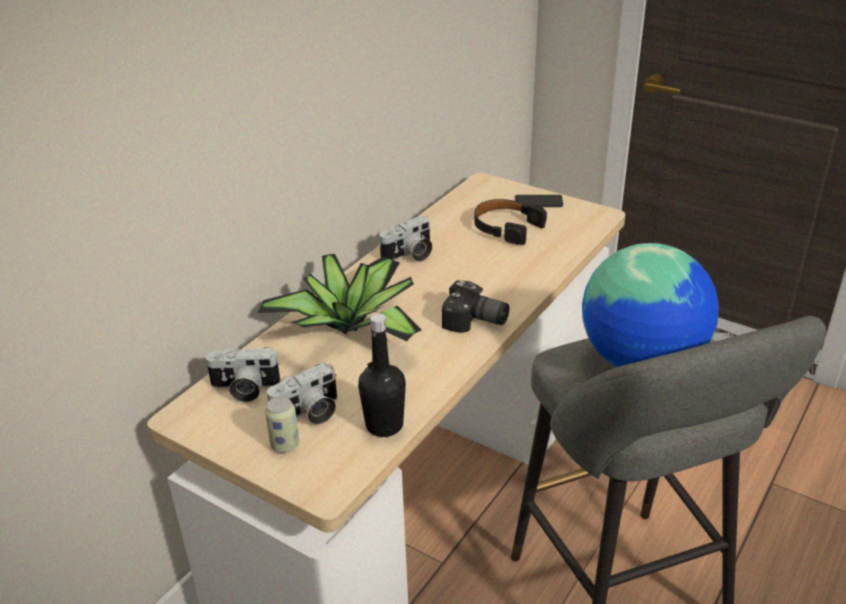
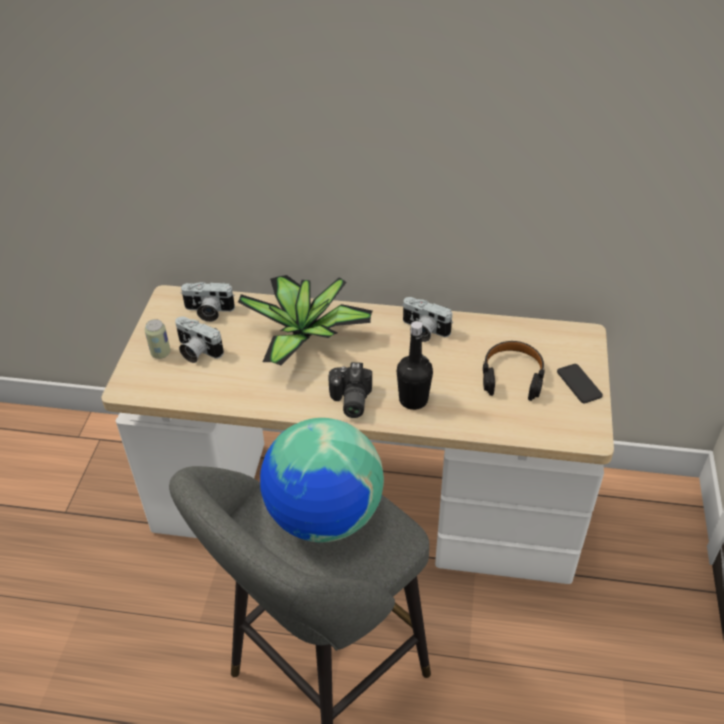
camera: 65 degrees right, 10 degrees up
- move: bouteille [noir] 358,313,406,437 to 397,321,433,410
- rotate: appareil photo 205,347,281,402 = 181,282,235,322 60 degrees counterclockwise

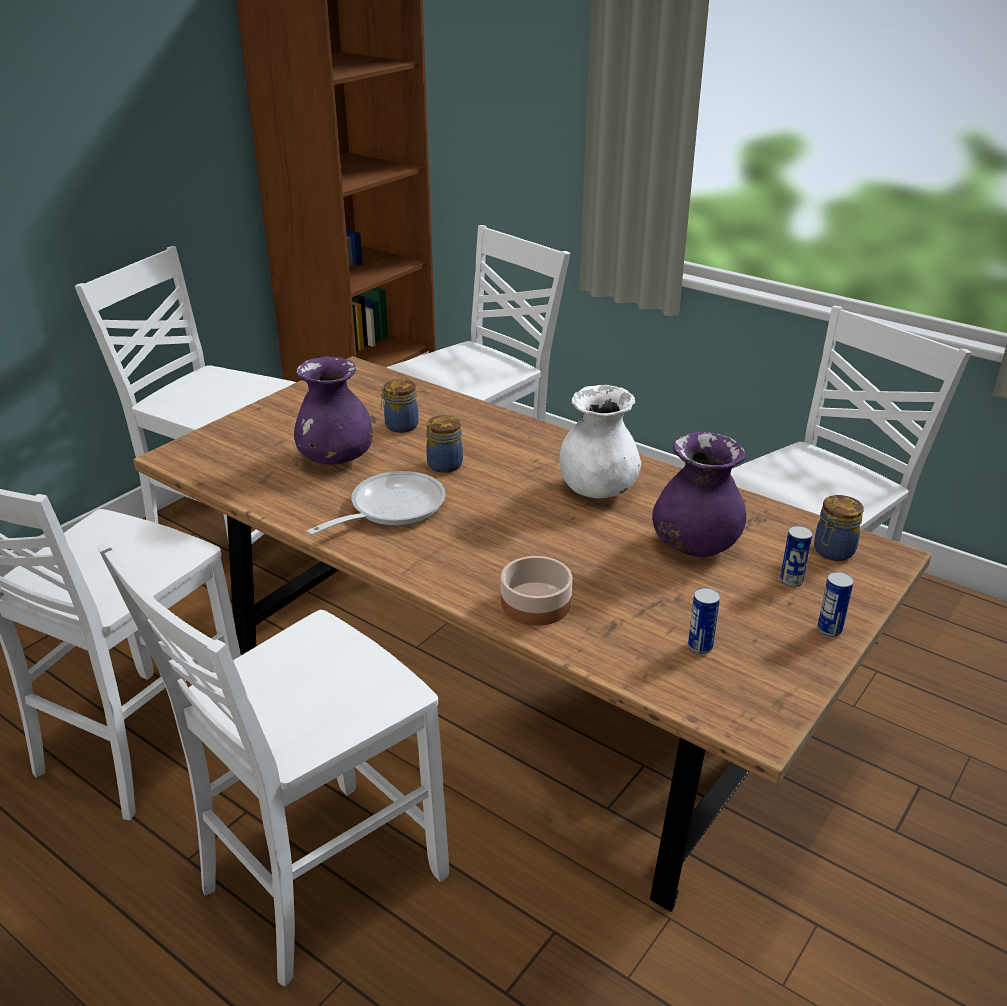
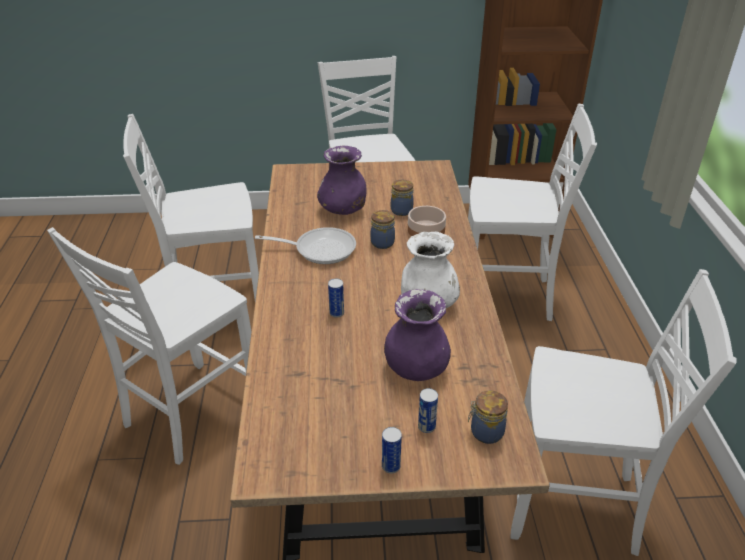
camera: 50 degrees right, 5 degrees up
- move: bol 501,556,572,626 to 408,206,446,236
- move: boîte métallique 688,588,720,654 to 328,278,344,318
- rotate: chaise [blanc] 98,542,449,986 = 47,227,252,465 60 degrees counterclockwise

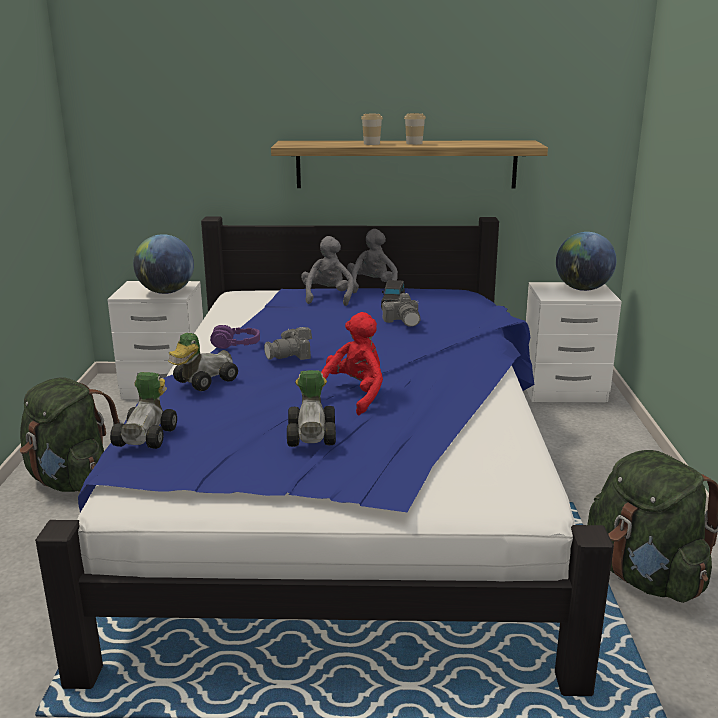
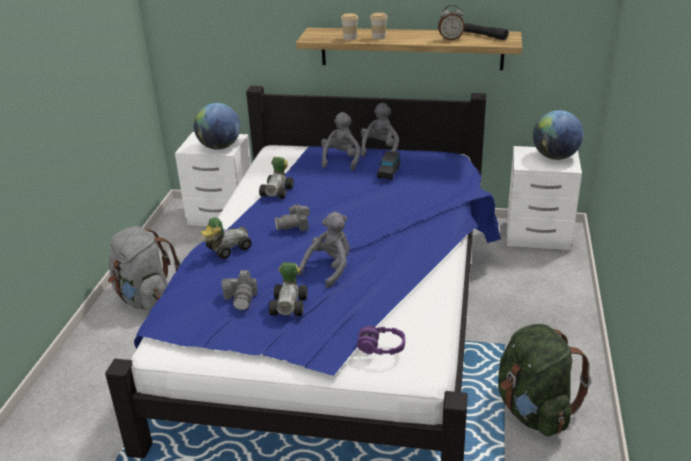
camera: 10 degrees right, 10 degrees up
- insert: réveil 438,5,465,40
- insert: lampe de poche [noir] 464,23,509,40
- move: petite voiture 110,372,177,449 to 259,157,294,199
- move: casque audio [violet] 210,325,260,349 to 357,325,405,355
- move: appareil photo 382,293,421,327 to 222,270,257,310
- move: tasse 404,113,426,145 to 341,13,358,40
- recolor: sac à dos [vert] 20,377,123,492 to sac à dos [gris] 108,226,181,311
- recolor: peluche [rouge] 321,312,383,415 to peluche [gris] 298,212,350,288

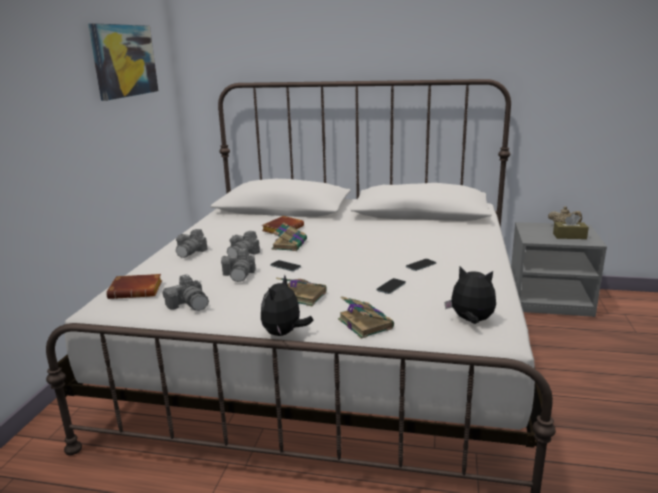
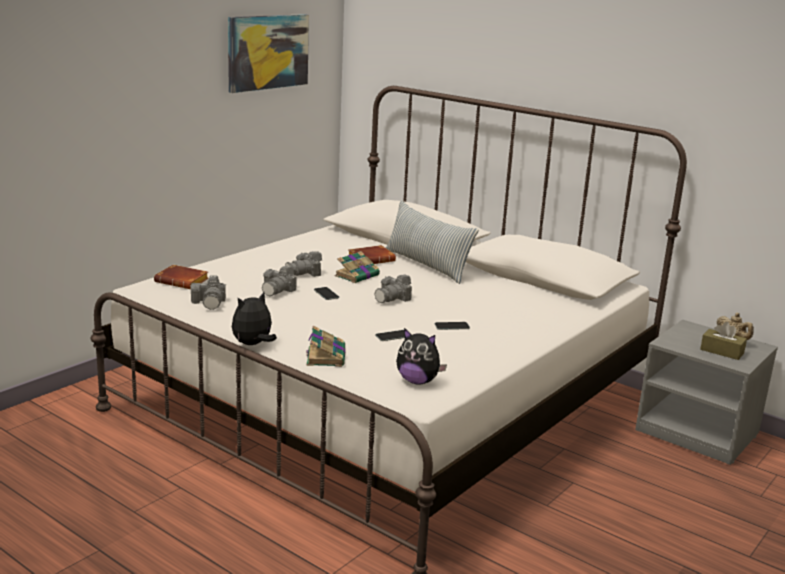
camera: 25 degrees right, 0 degrees up
- delete: livre 276,277,327,306
- insert: coussin 386,201,479,284
- move: appareil photo 176,229,208,258 to 374,274,412,303
- rotate: peluche 444,266,496,324 = 396,328,447,384 150 degrees clockwise

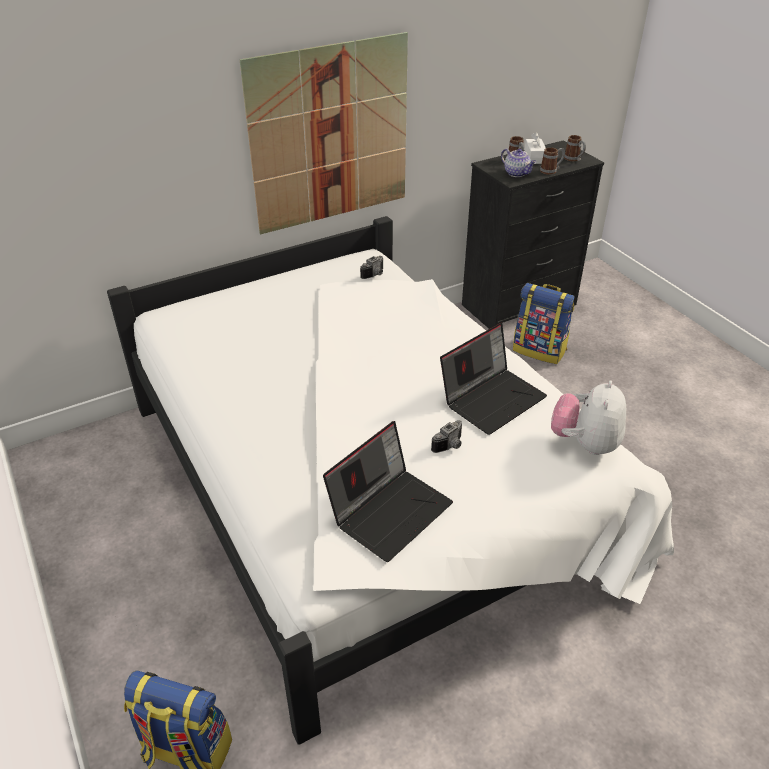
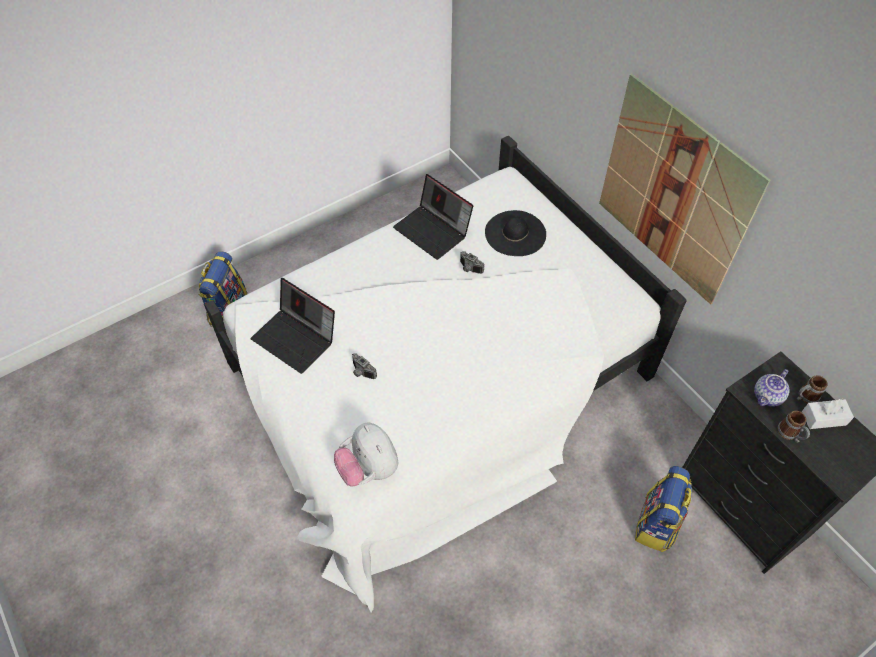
camera: 85 degrees right, 15 degrees up
- delete: mug 564,135,586,161
- insert: chapeau [noir] 485,210,546,256
- move: appareil photo 360,256,383,279 to 460,251,485,274
- move: ordinateur portable 440,323,547,435 to 393,174,473,260
- rotate: peluche 551,380,626,455 = 334,423,398,487 135 degrees counterclockwise

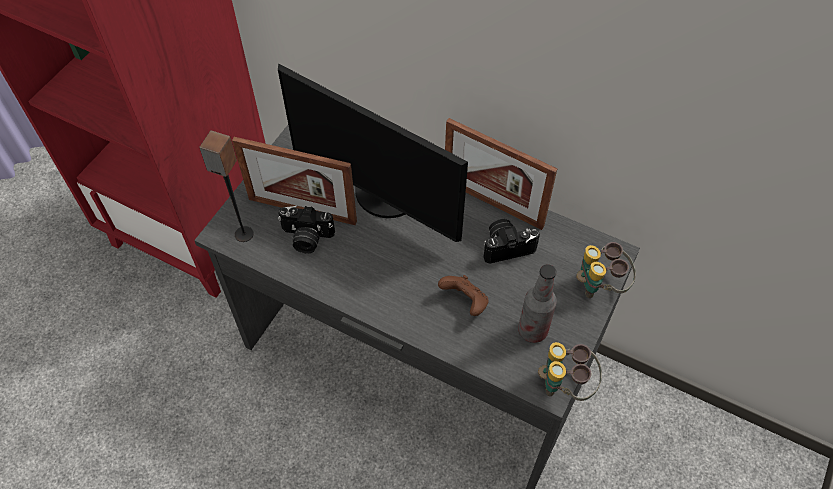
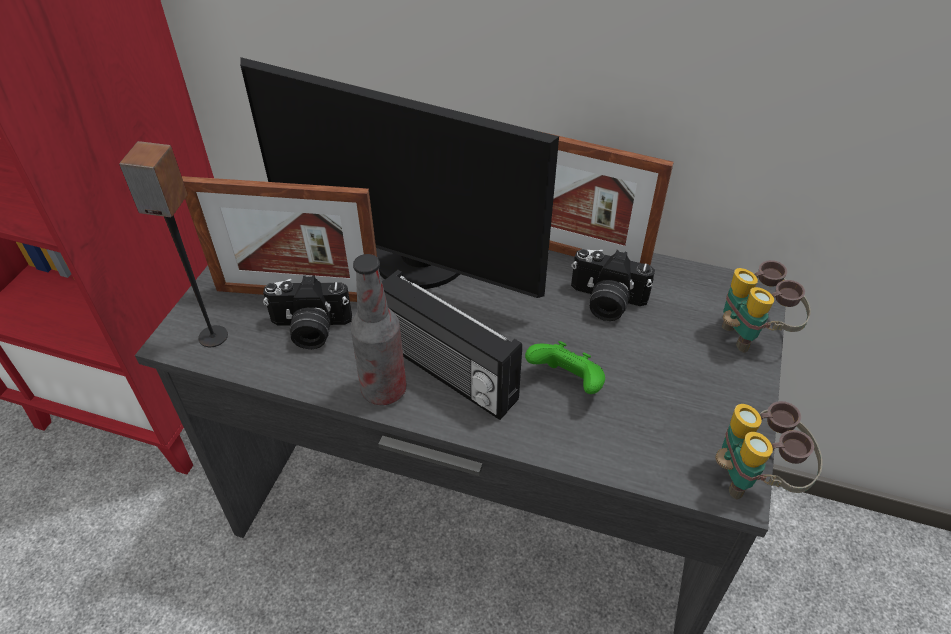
camera: 10 degrees left, 10 degrees down
- insert: radio 382,270,522,420
- move: bouteille 518,264,557,343 to 351,254,407,405
- recolor: manette [marron] 438,275,489,316 to manette [vert] 525,341,605,394
- rotate: appareil photo 483,219,540,264 = 571,249,655,321 135 degrees counterclockwise

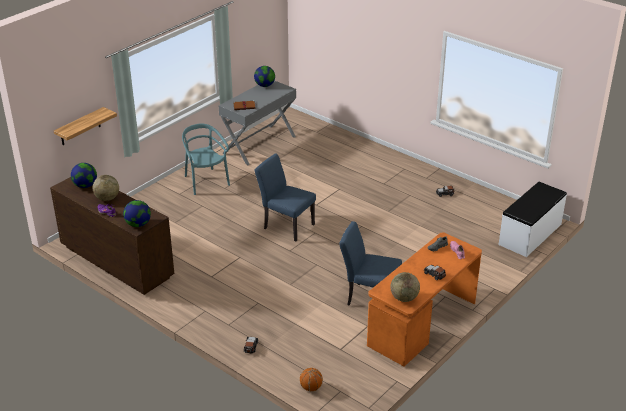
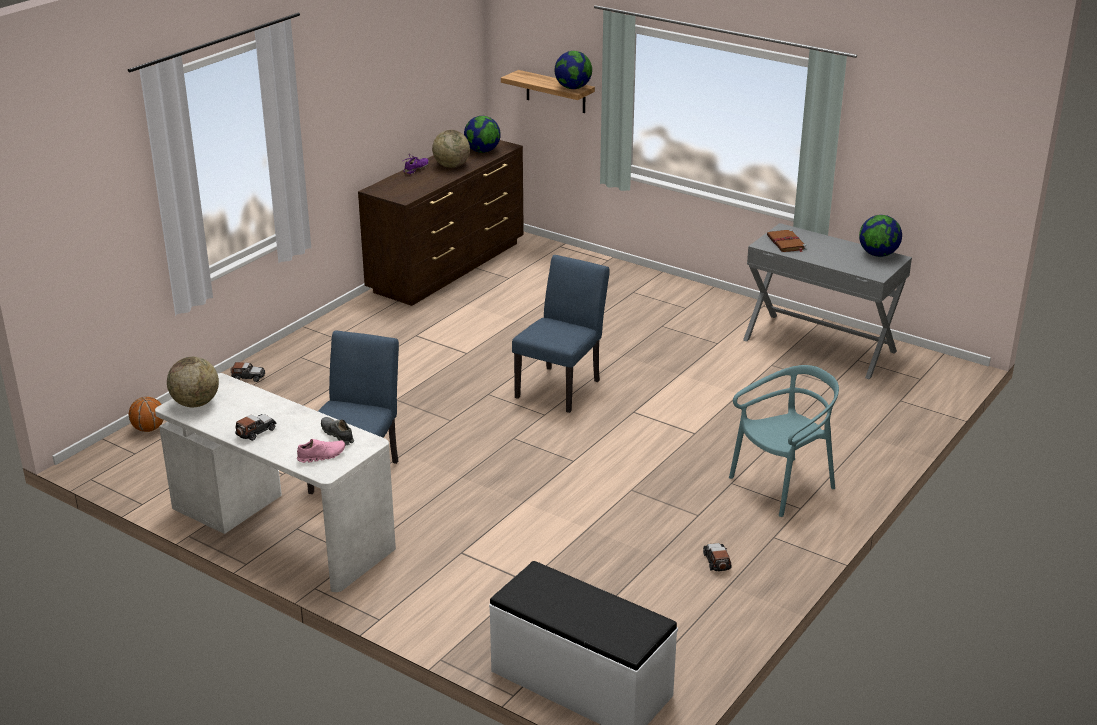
camera: 85 degrees right, 5 degrees down
- move: globe 123,200,151,227 to 555,51,592,89
- move: chaise [turquoise] 182,123,230,195 to 729,365,839,517
- recolor: bureau [orange] 367,232,482,367 to bureau [blanc] 155,373,396,592

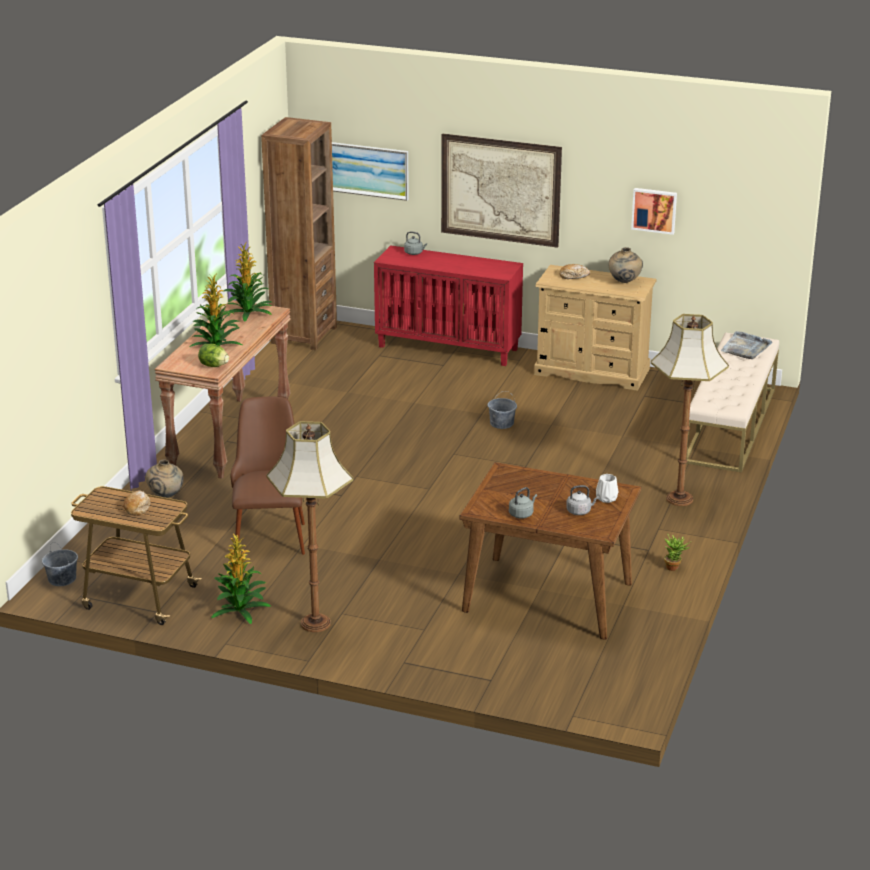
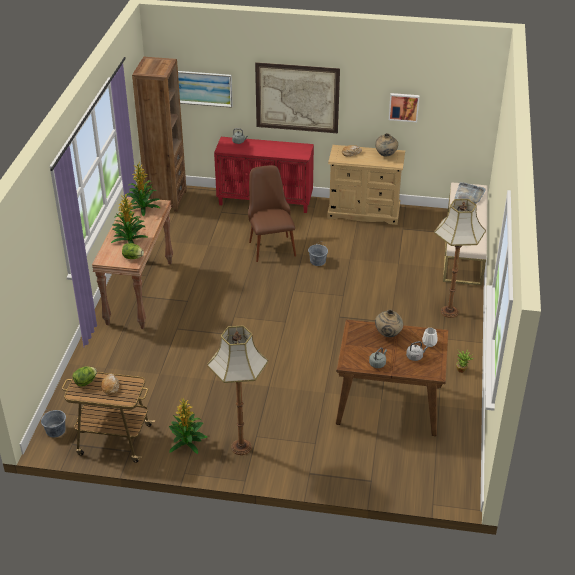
camera: 10 degrees left, 10 degrees up
- insert: laitue 73,367,97,387
- move: vase [beige] 145,459,184,498 to 375,310,403,337
- move: chaise [marron] 231,397,305,555 to 248,165,296,262

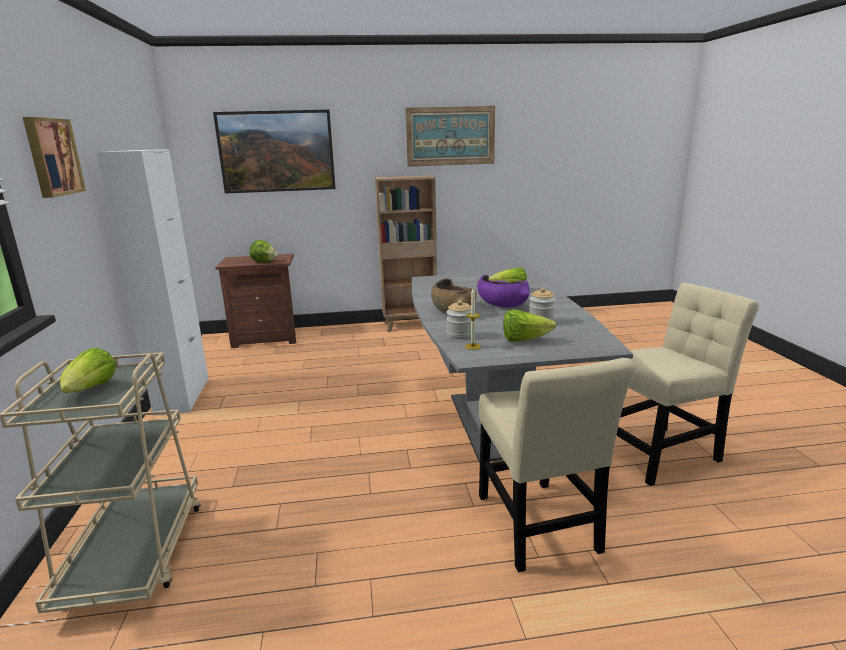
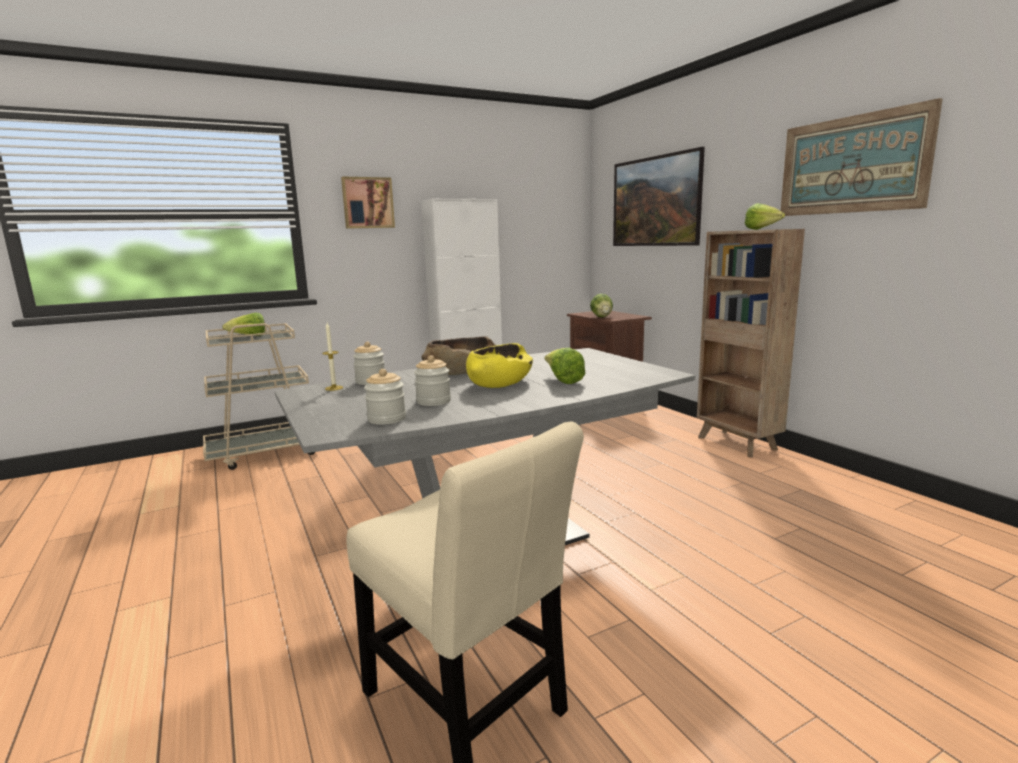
camera: 70 degrees right, 5 degrees down
- delete: chaise [beige] 479,358,634,572
- insert: bocal 364,369,406,425
- move: laitue 503,309,556,342 to 745,203,785,230
- recolor: bol [violet] 477,275,529,308 to bol [jaune] 466,343,533,388

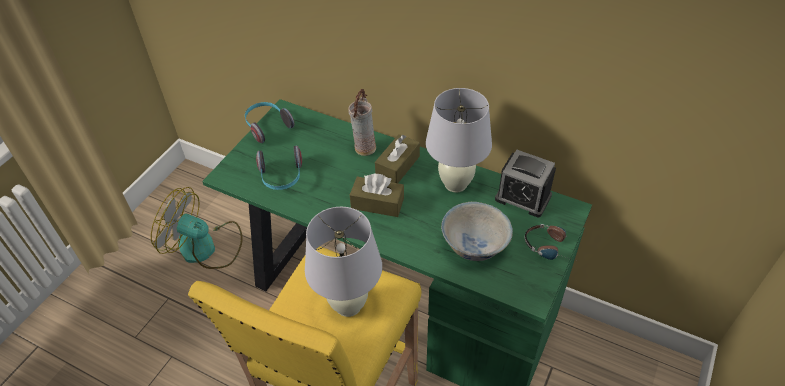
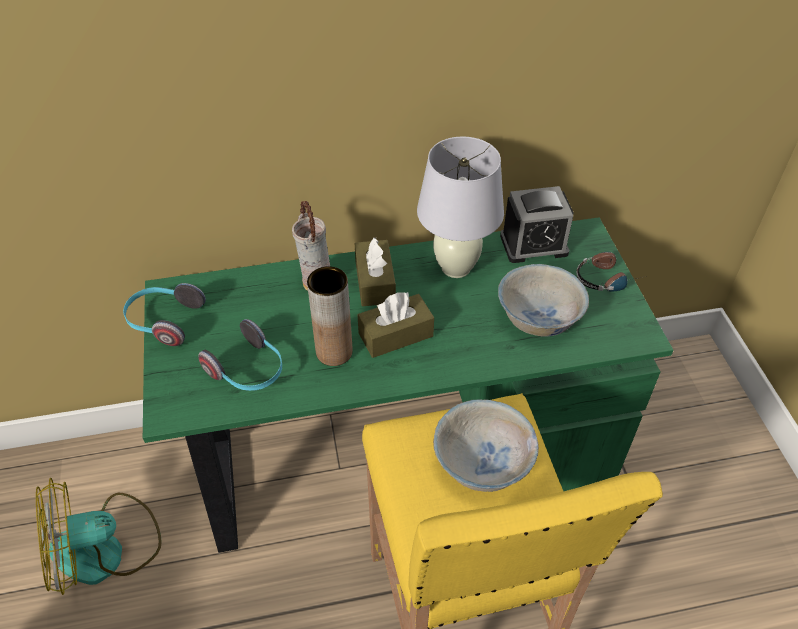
camera: 40 degrees left, 0 degrees up
- insert: vase [marron] 307,266,353,366
- replace: lampe de table [blanc] 305,207,382,317 to bol [blanc] 433,399,539,492

